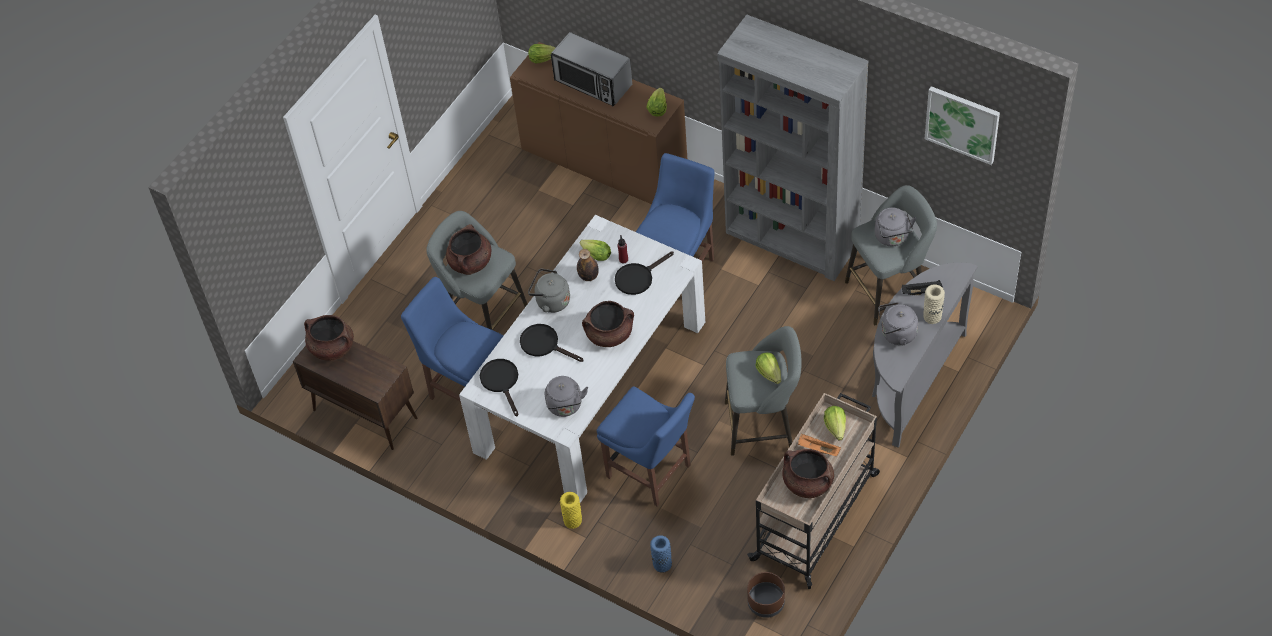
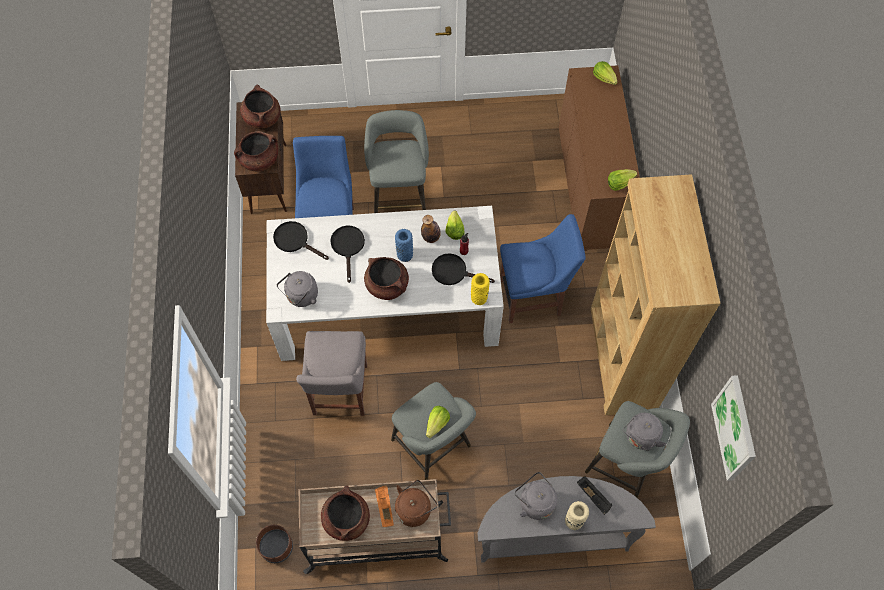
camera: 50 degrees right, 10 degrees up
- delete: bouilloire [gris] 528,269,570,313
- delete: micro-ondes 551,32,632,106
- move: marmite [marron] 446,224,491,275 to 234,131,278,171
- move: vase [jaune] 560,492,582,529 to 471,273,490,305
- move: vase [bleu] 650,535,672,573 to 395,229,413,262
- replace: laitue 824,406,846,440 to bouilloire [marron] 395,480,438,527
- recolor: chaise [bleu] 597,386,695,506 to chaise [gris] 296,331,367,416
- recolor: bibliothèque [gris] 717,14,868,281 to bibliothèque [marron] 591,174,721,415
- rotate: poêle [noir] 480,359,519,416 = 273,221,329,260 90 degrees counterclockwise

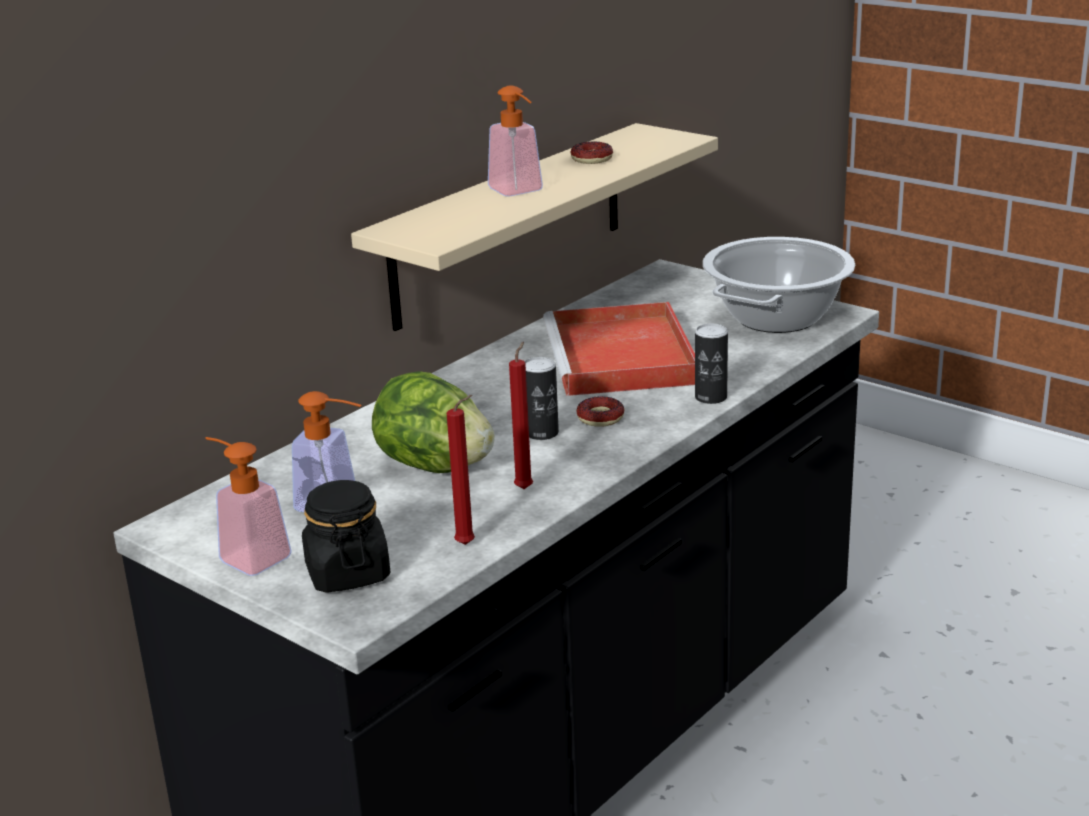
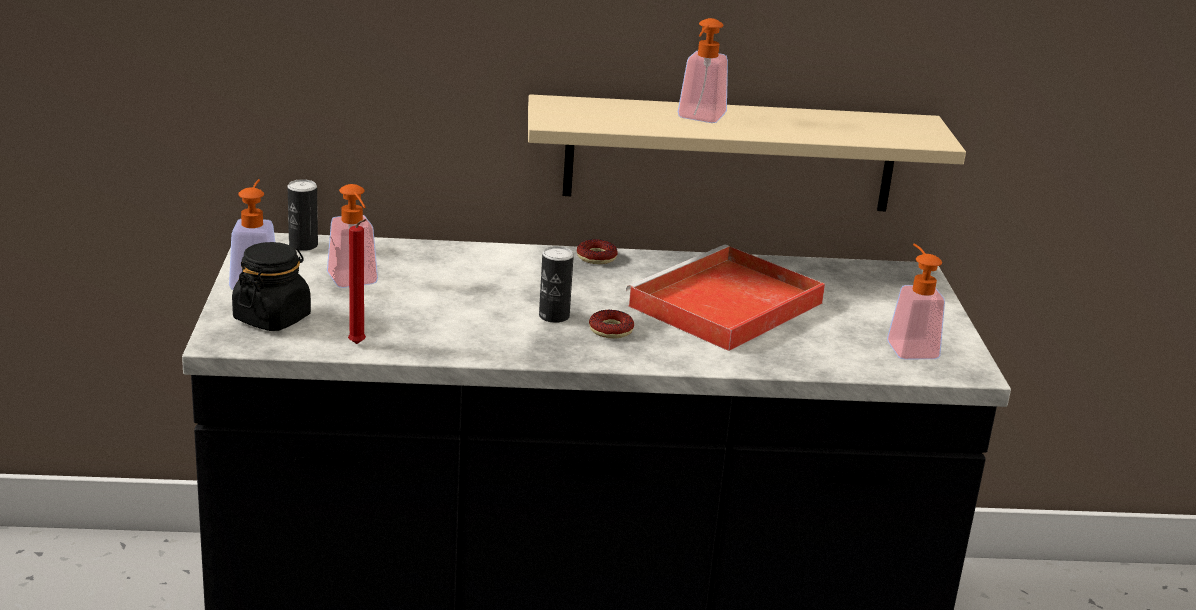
camera: 45 degrees right, 0 degrees up
- delete: laitue 372,371,495,473
- delete: bougie [rouge] 509,341,533,489
- move: beignet 570,141,613,164 to 577,239,618,264
- move: boîte métallique 695,324,728,404 to 288,179,318,251
- replace: marmite 703,237,855,333 to distributeur de savon 887,244,945,360

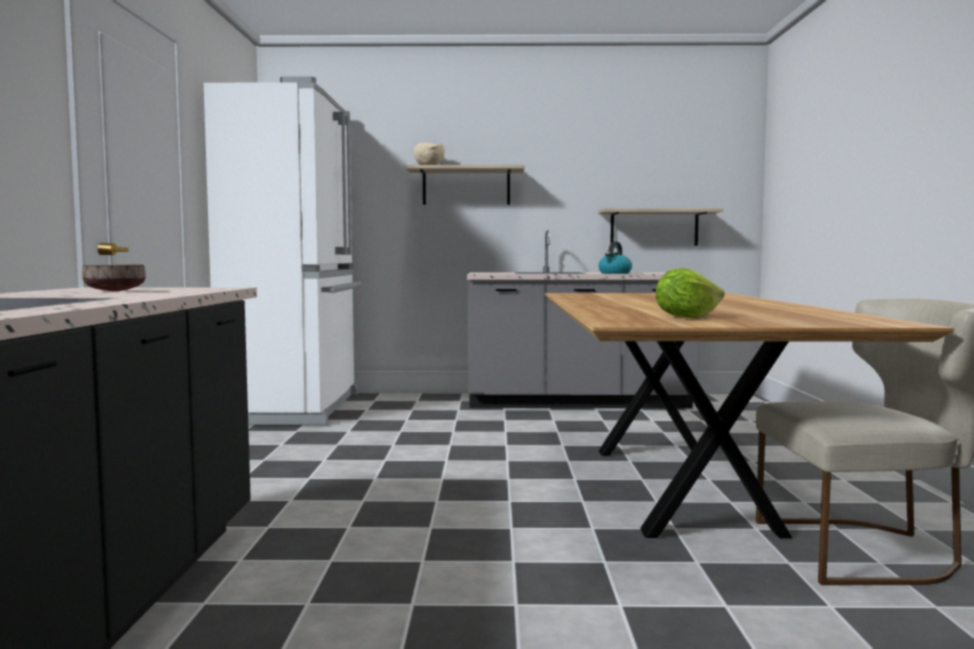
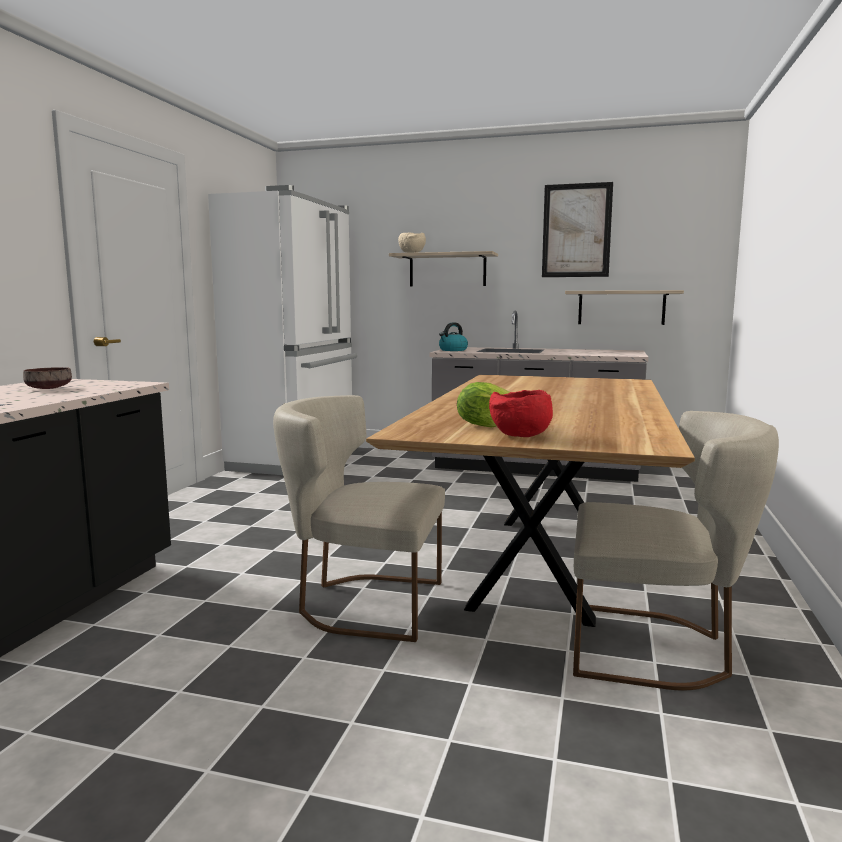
camera: 15 degrees right, 5 degrees up
- insert: chaise [beige] 273,395,445,642
- insert: bol [rouge] 489,390,553,437
- insert: tableau 542,182,613,277
- move: bouilloire 598,242,632,274 to 439,322,468,351

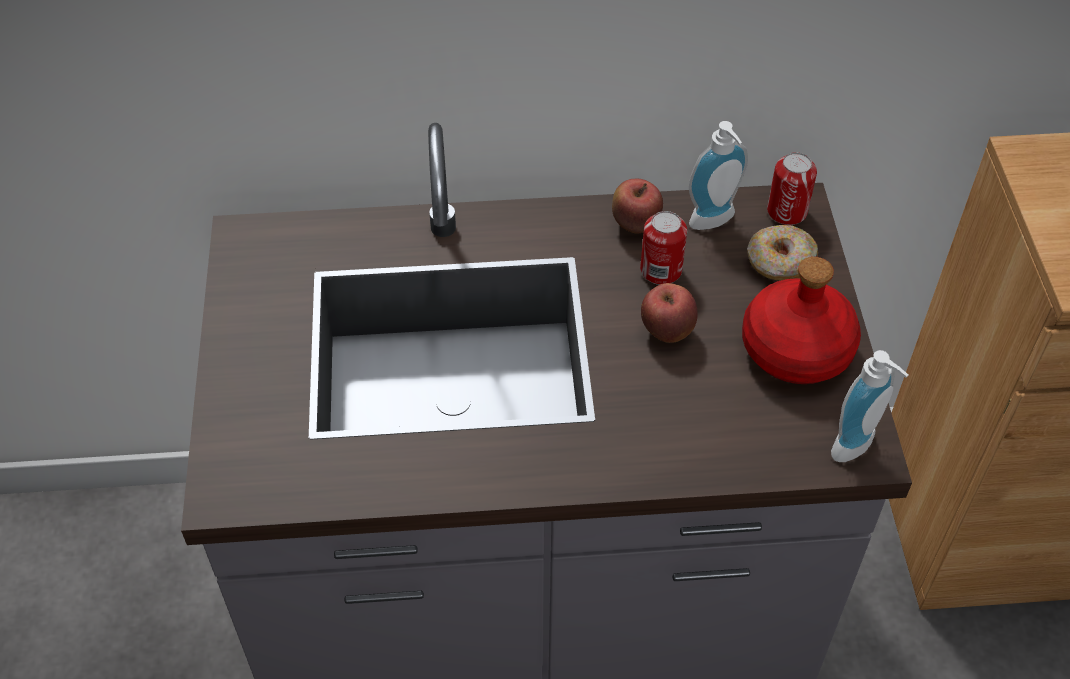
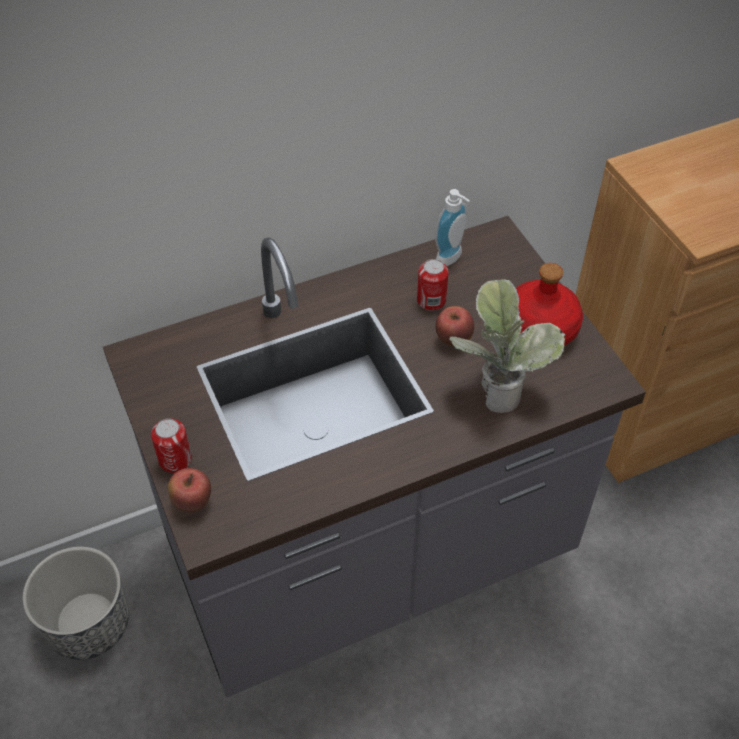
camera: 20 degrees left, 0 degrees up
- delete: beignet 747,225,818,280
- delete: distributeur de savon 831,350,908,462
- insert: cache-pot 22,547,129,660
- insert: plante en pot 449,279,566,413
- move: pomme 612,179,663,234 to 168,468,211,512
- move: boîte métallique 767,152,817,225 to 151,418,192,473

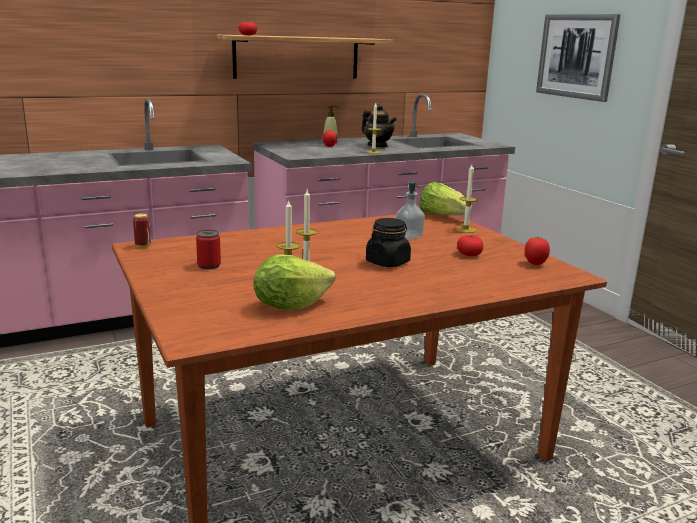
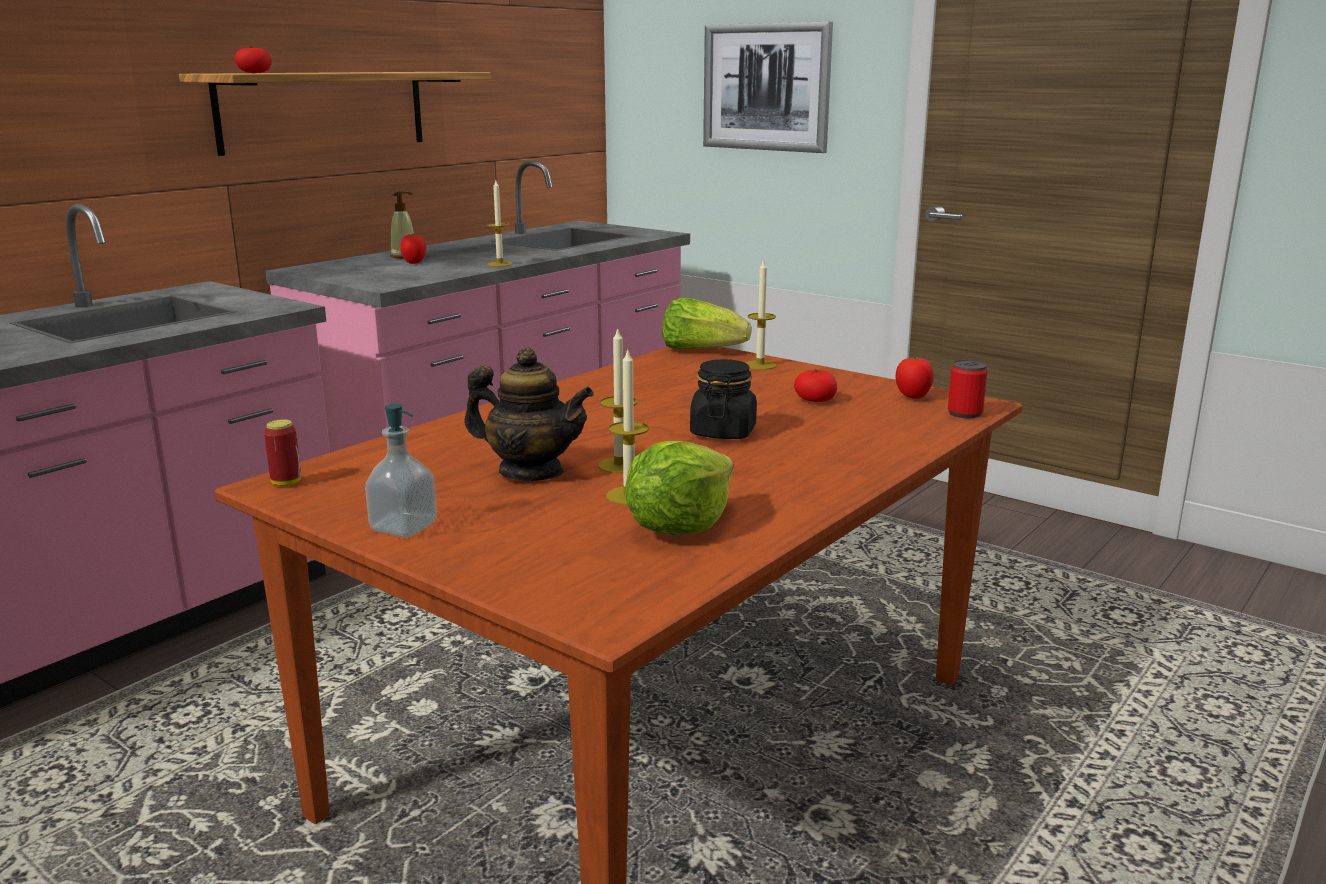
camera: 25 degrees left, 0 degrees up
- move: boîte métallique 196,230,221,269 to 948,360,987,418
- move: théière 361,104,397,147 to 464,348,594,481
- move: distributeur de savon 396,182,425,239 to 365,404,437,538

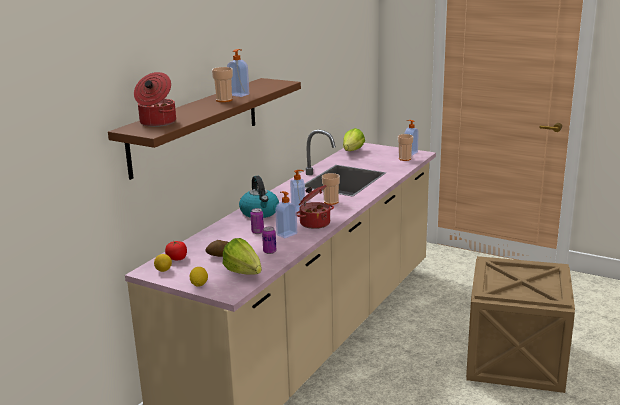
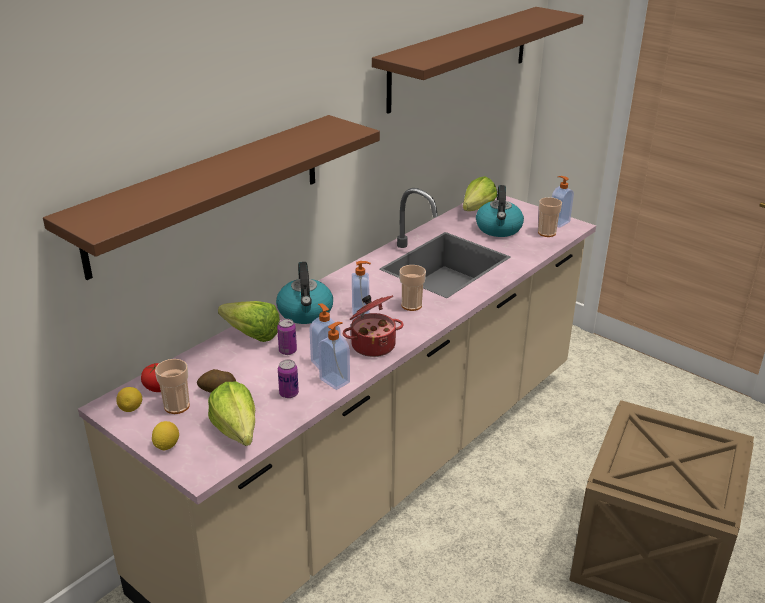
camera: 10 degrees right, 10 degrees up
- delete: marmite 134,72,176,127
- insert: laitue 218,301,280,342
- insert: étagère [marron] 372,7,584,114
- insert: bouilloire 476,185,524,237
- move: tasse 212,67,233,102 to 155,359,190,414
- move: distributeur de savon 227,49,249,97 to 318,322,350,390

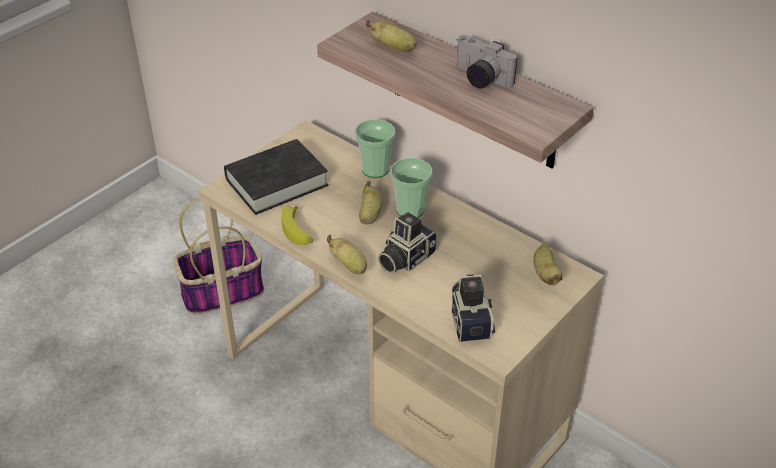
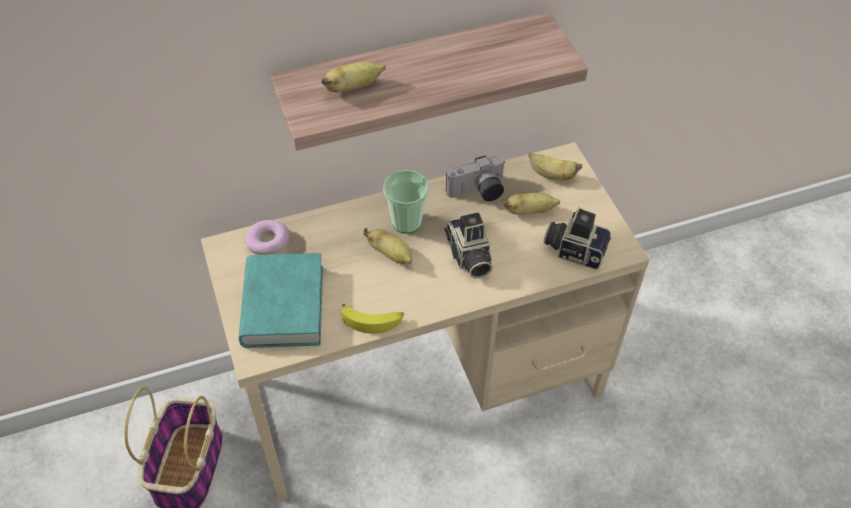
camera: 60 degrees left, 10 degrees up
- delete: tasse 355,119,395,178
- insert: beignet 245,220,289,255
- move: banane 327,235,367,274 to 504,193,560,215
- move: appareil photo 457,35,517,89 to 446,156,506,201
- recolor: livre [noir] 224,139,328,215 to livre [turquoise] 239,253,323,348

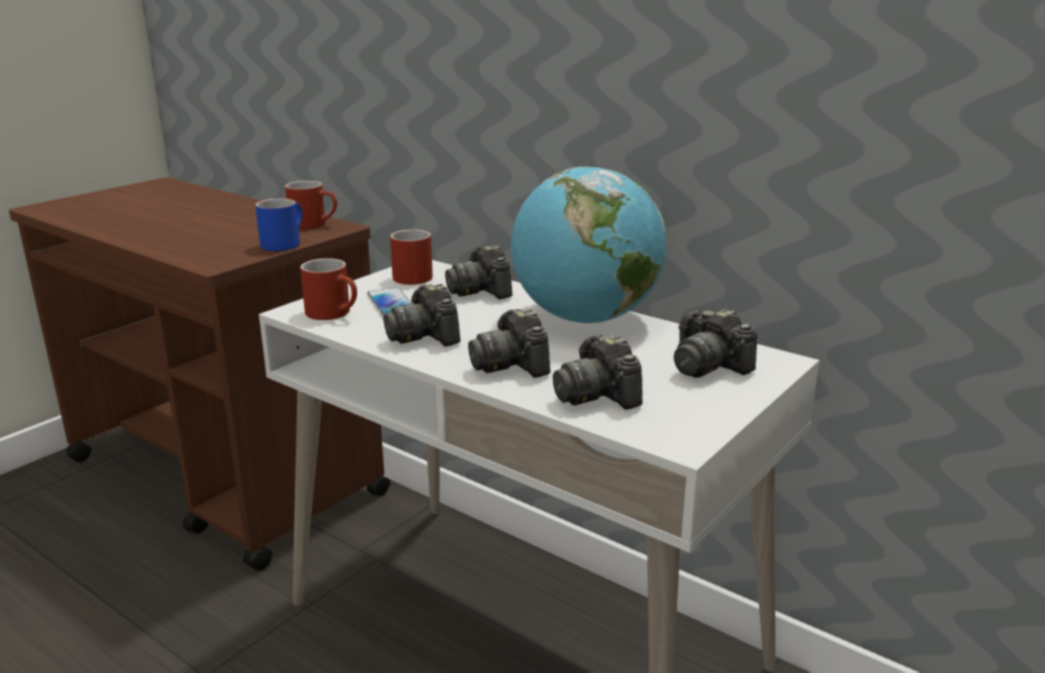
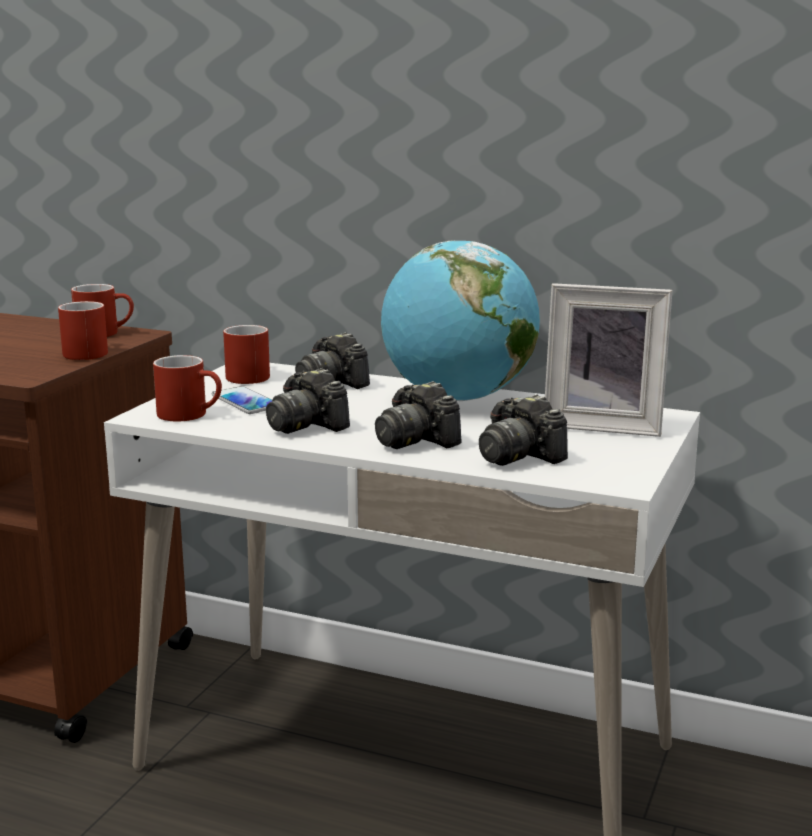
camera: 15 degrees left, 5 degrees down
- replace: appareil photo 674,308,757,378 to cadre photo 545,283,673,437
- recolor: mug [bleu] 255,198,302,251 to mug [rouge] 58,301,108,360

